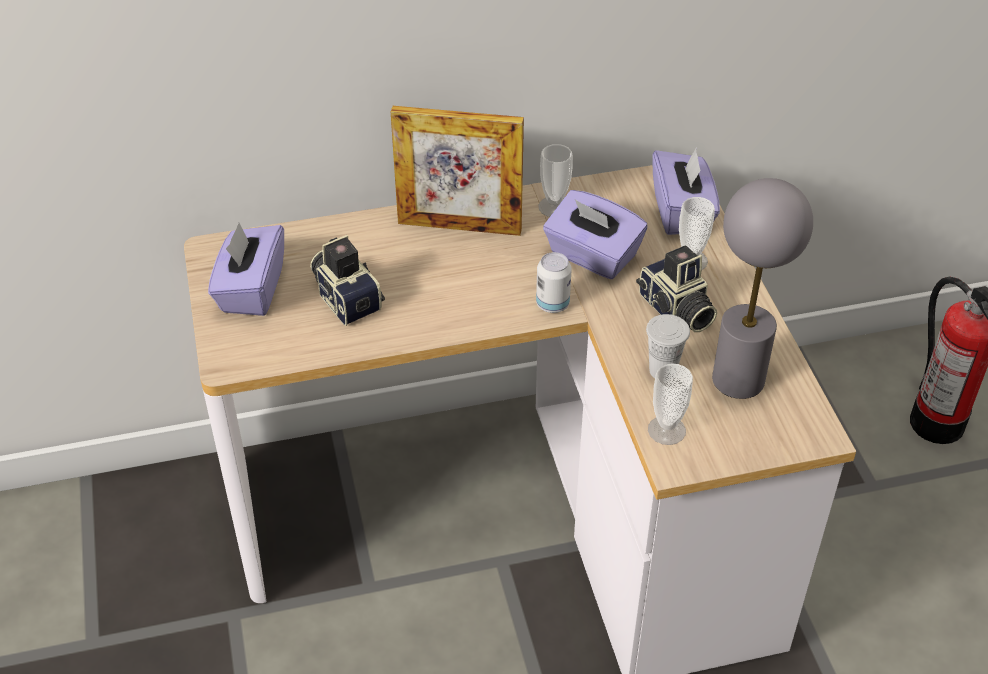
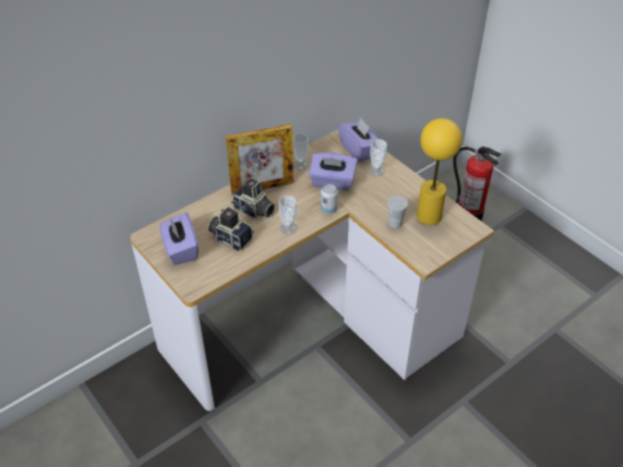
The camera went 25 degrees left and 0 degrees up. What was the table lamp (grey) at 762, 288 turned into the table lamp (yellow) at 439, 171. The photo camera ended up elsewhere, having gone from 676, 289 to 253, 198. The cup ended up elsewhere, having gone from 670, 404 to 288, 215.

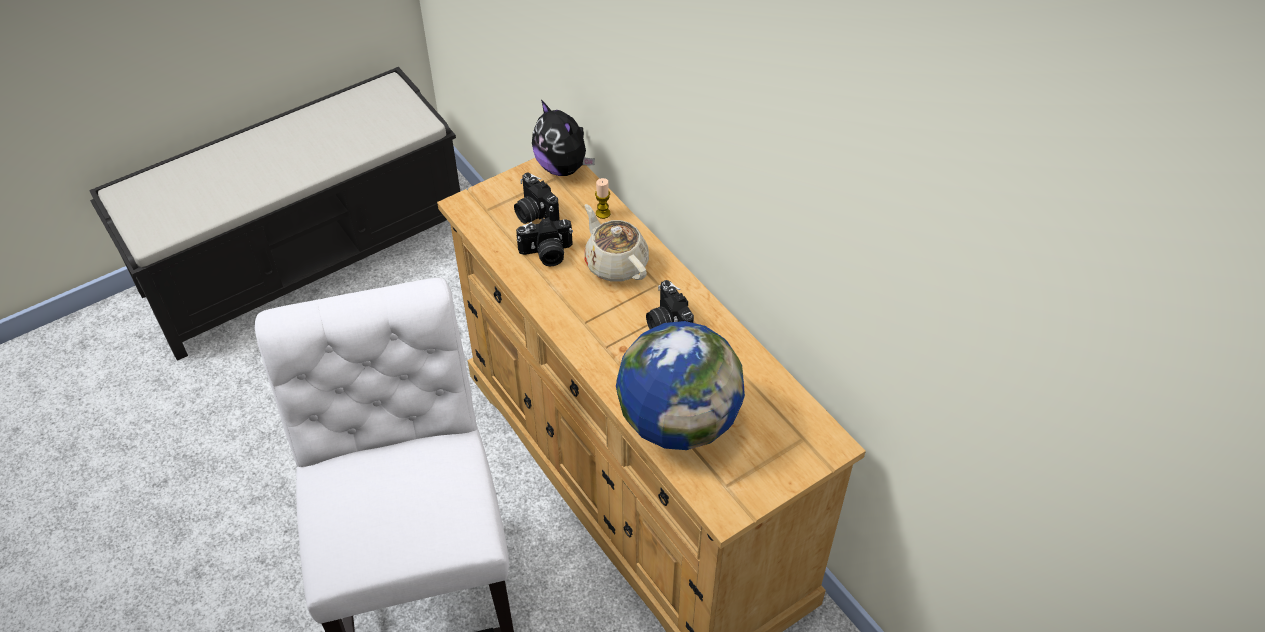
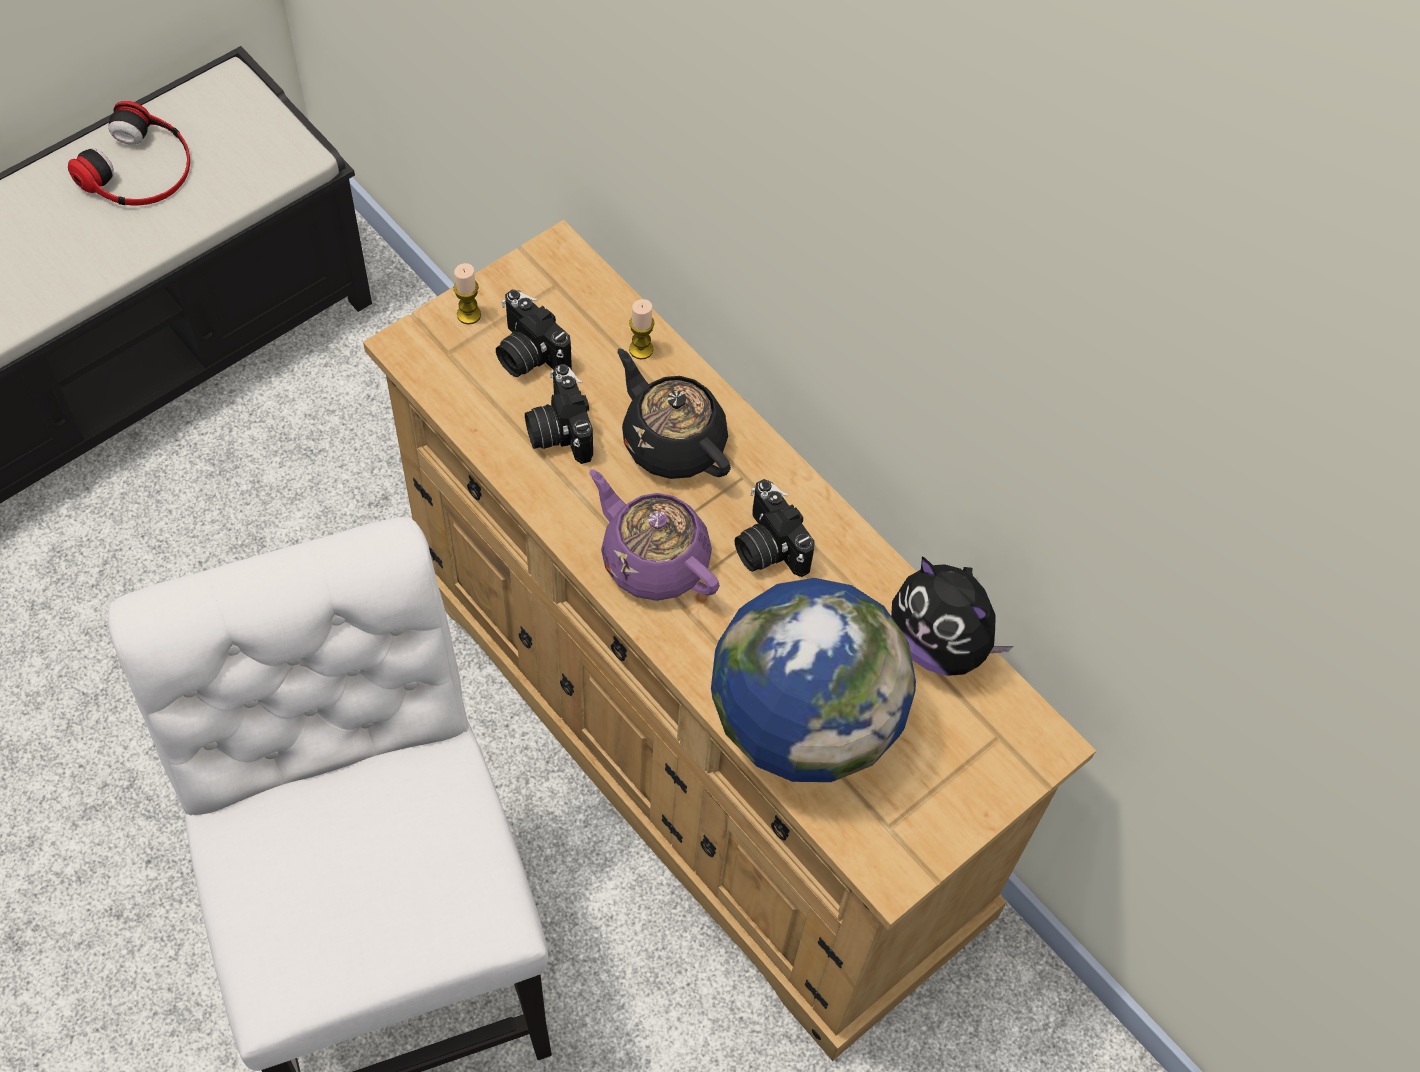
The camera went 10 degrees left and 10 degrees up. The plush toy ended up elsewhere, having gone from 563, 138 to 952, 616. What was the teapot (beige) at 616, 243 turned into the teapot (black) at 674, 414. The photo camera at 544, 241 ended up facing another way, 90 degrees clockwise from before. The second view gained the headphones at 129, 153. The second view gained the candle at 467, 293. The second view gained the teapot (purple) at 654, 535.

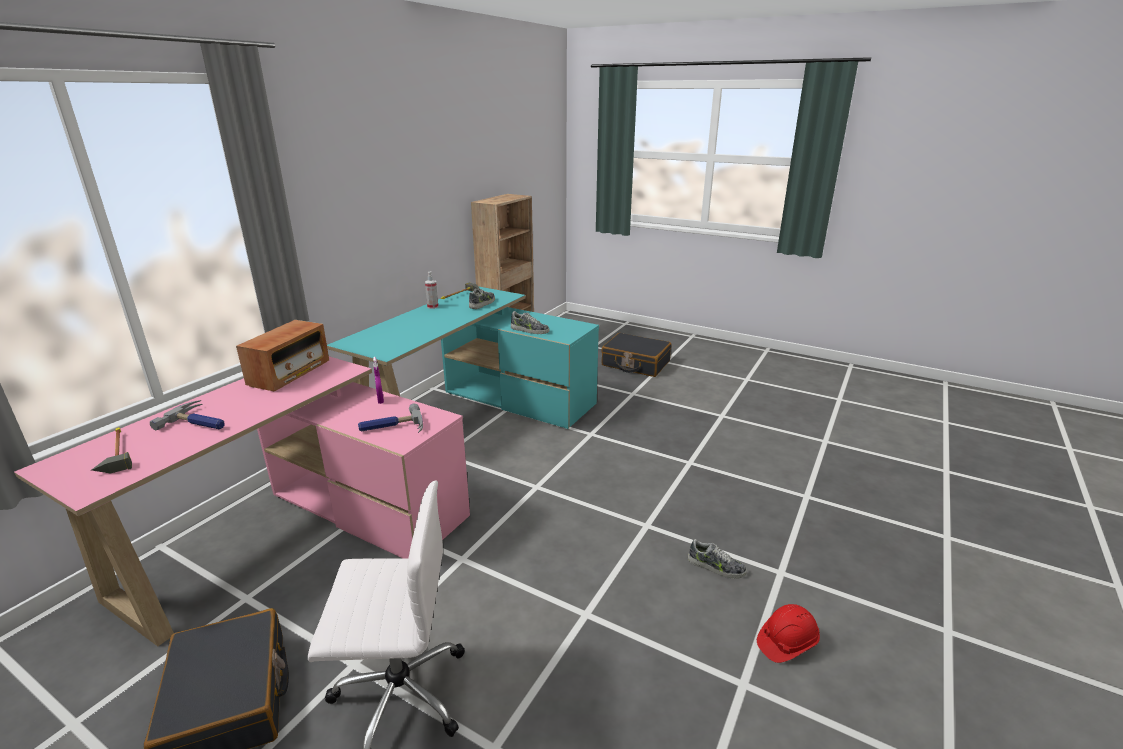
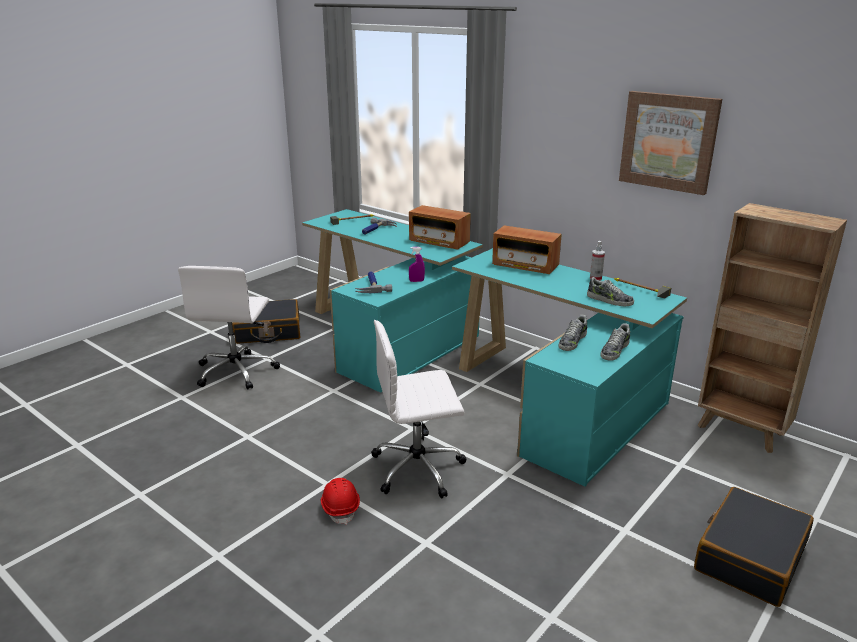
The camera went 100 degrees right and 0 degrees up. What was the desk (pink) at 242, 501 turned into the desk (turquoise) at 392, 301. The shoe ended up elsewhere, having gone from 717, 559 to 615, 342. The hard hat (red) ended up elsewhere, having gone from 788, 633 to 340, 501. The second view gained the picture at 670, 143. The second view gained the radio at 527, 249. The second view gained the office chair (white) at 418, 409.

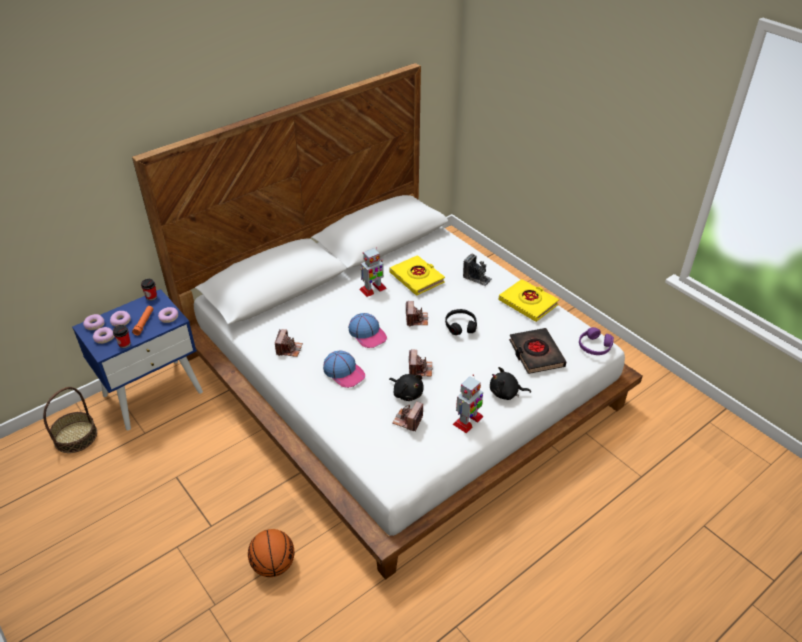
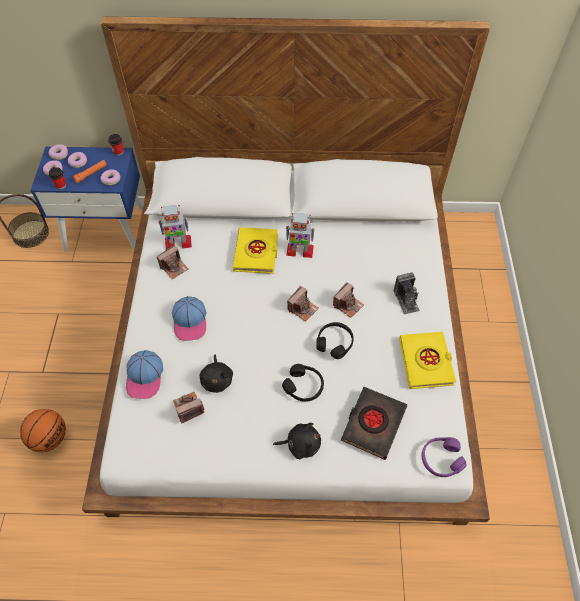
The camera went 40 degrees right and 15 degrees up. The book (yellow) ended up elsewhere, having gone from 417, 275 to 255, 250. The cap ended up elsewhere, having gone from 367, 330 to 144, 374. The photo camera ended up elsewhere, having gone from 421, 363 to 348, 300. The plush toy (black) at 510, 383 ended up facing another way, 135 degrees clockwise from before. The toy robot ended up elsewhere, having gone from 467, 403 to 175, 227. The second view gained the headphones (black) at 303, 383.

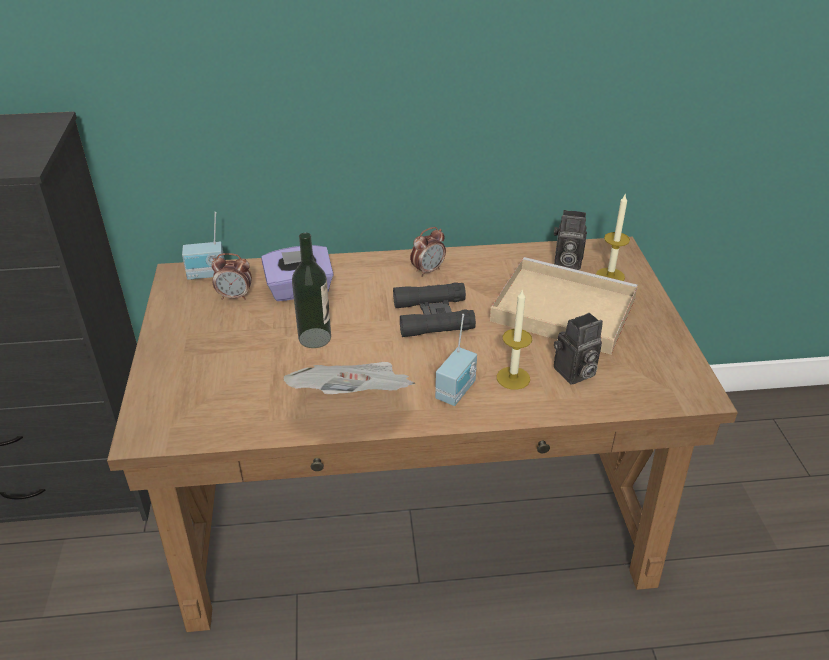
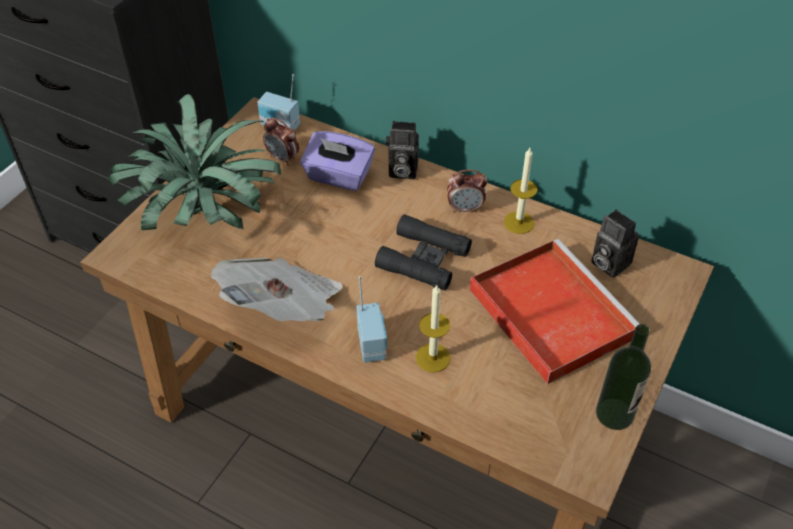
The camera went 35 degrees right and 10 degrees up. The candle ended up elsewhere, having gone from 613, 238 to 521, 191. The bottle ended up elsewhere, having gone from 311, 290 to 623, 377. What was the tray (beige) at 564, 306 turned into the tray (red) at 554, 311. The photo camera ended up elsewhere, having gone from 578, 349 to 402, 150. The radio at 456, 360 ended up facing another way, 75 degrees counterclockwise from before. The second view gained the potted plant at 194, 162.

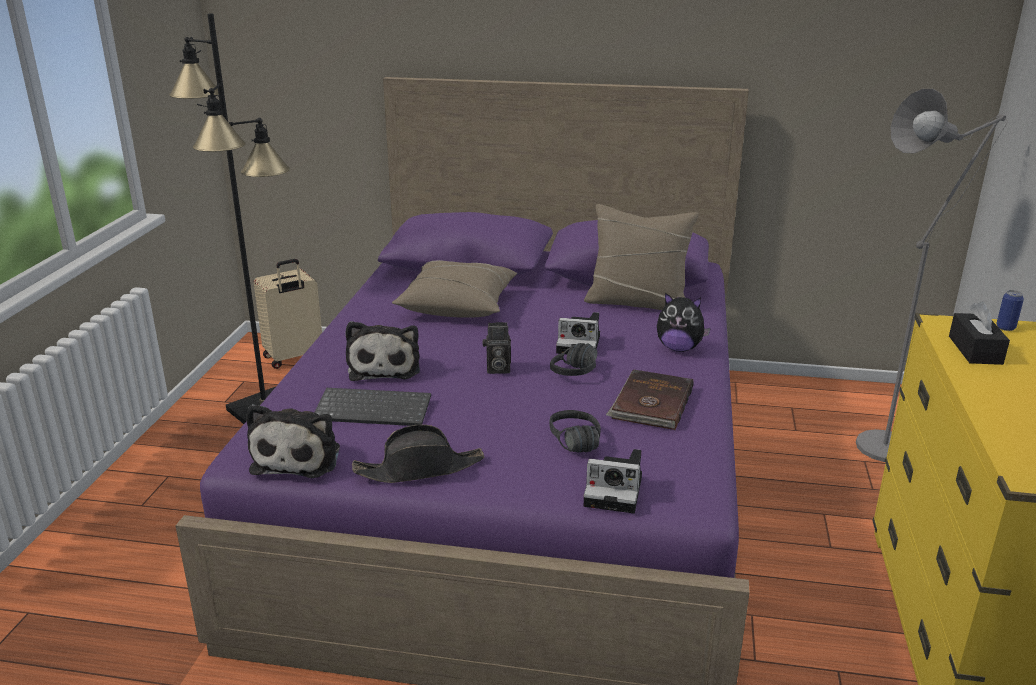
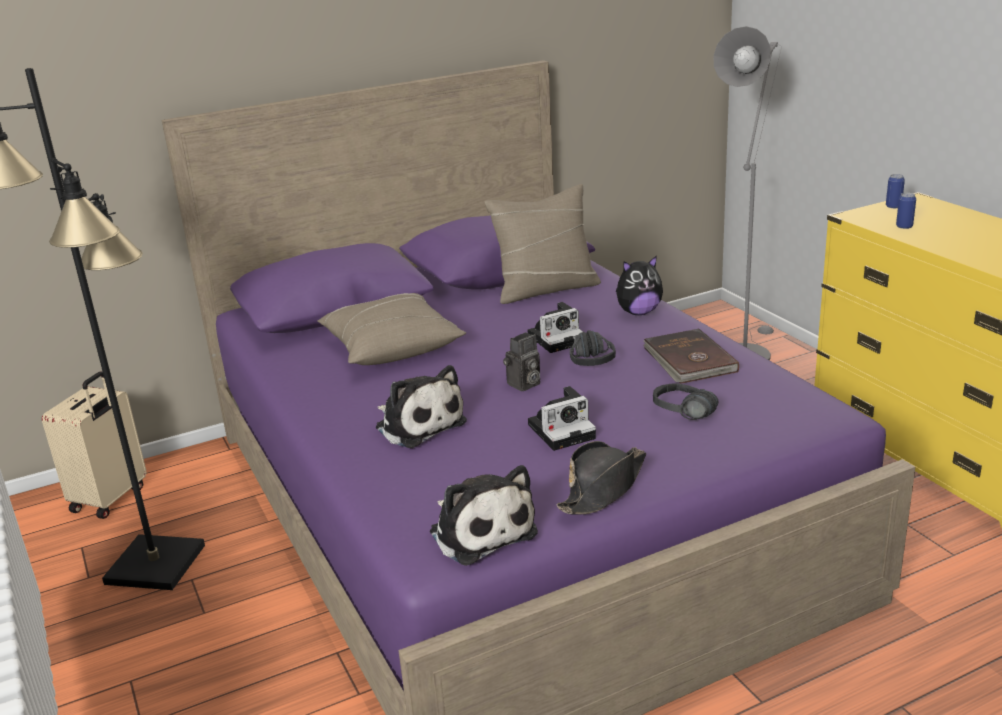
The camera went 35 degrees left and 0 degrees up. Where the tissue box (black) stood at 979, 333, the can came to stand at 906, 210. The second view lost the keyboard at 372, 407. The photo camera ended up elsewhere, having gone from 613, 481 to 562, 418.

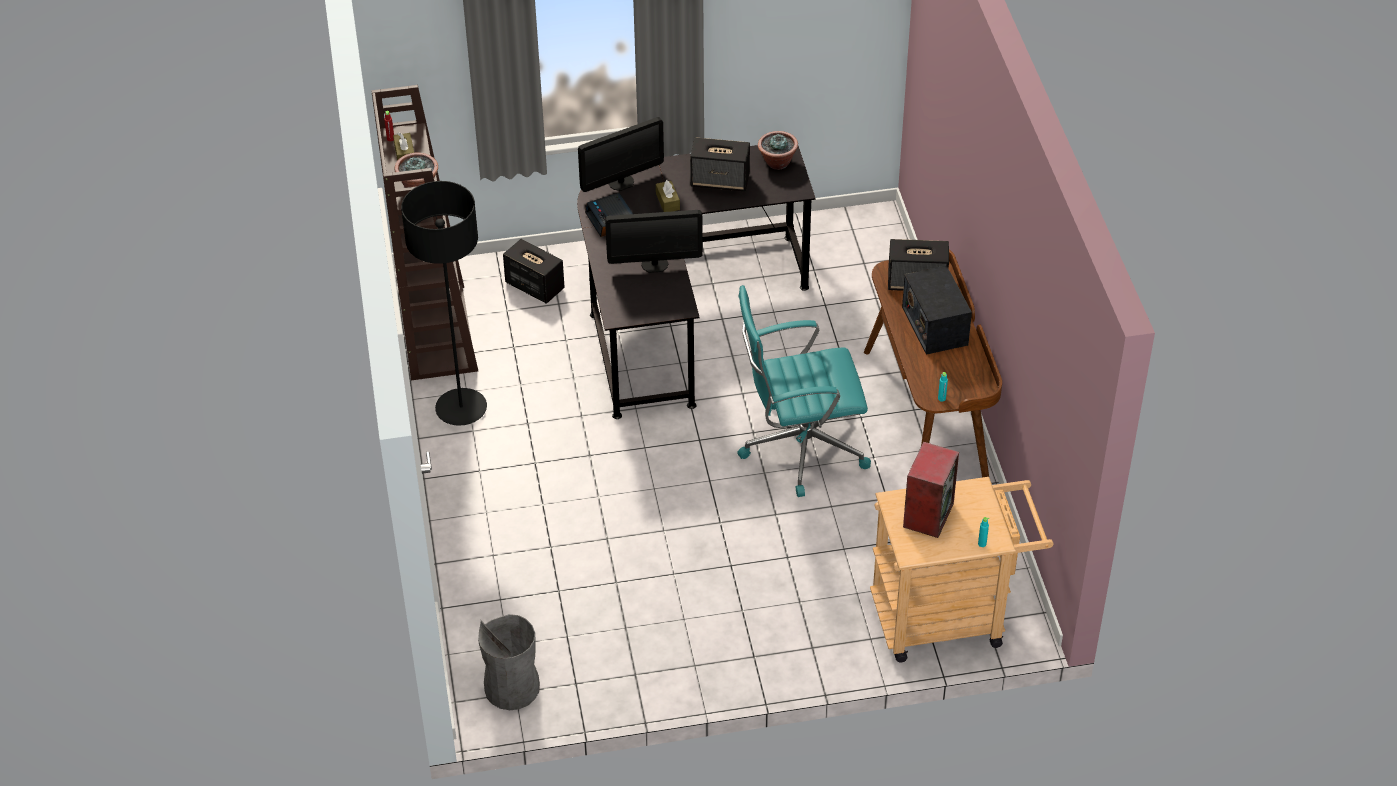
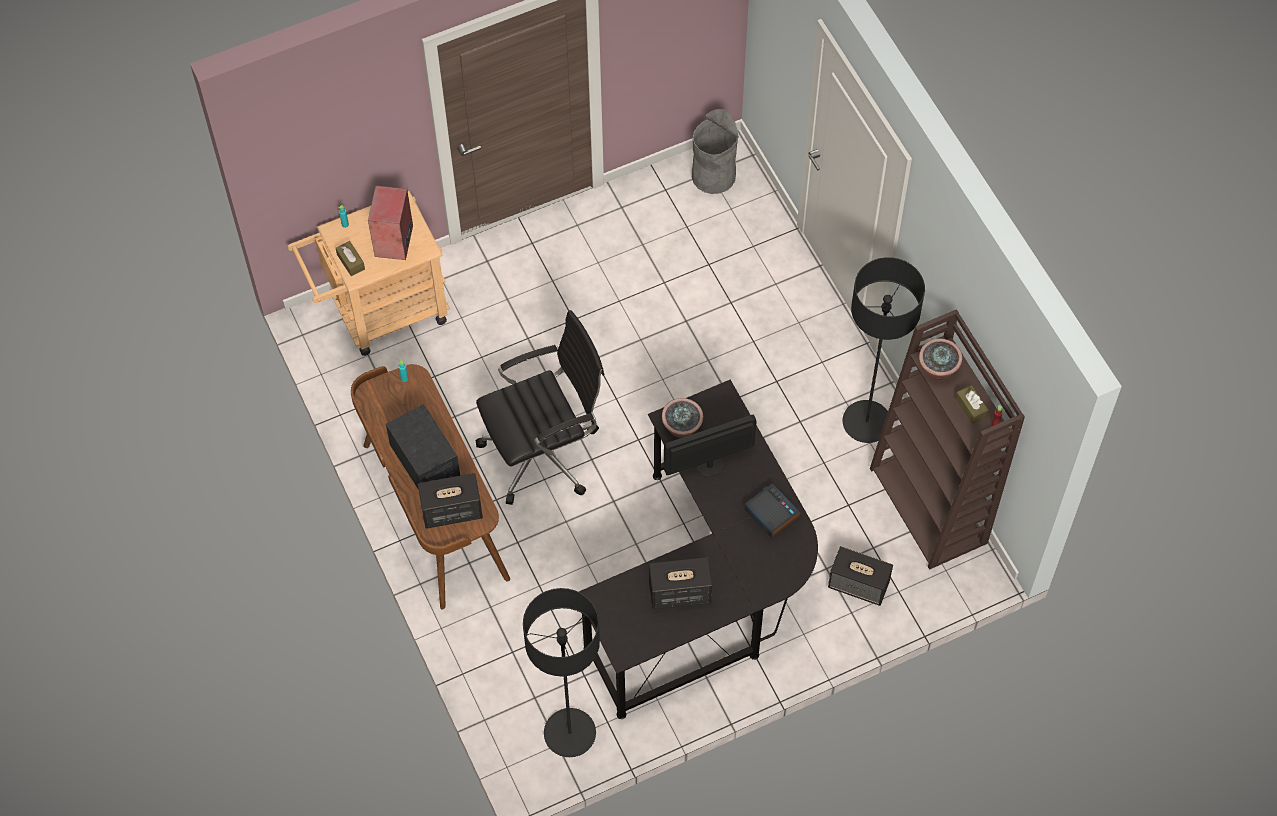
The camera went 165 degrees right and 15 degrees up. The second view lost the monitor at 621, 154. The potted plant ended up elsewhere, having gone from 778, 150 to 682, 418. The tissue box (brown) ended up elsewhere, having gone from 668, 196 to 350, 258. What was the office chair (turquoise) at 804, 391 turned into the office chair (black) at 540, 407. The second view gained the floor lamp (black) at 561, 672.

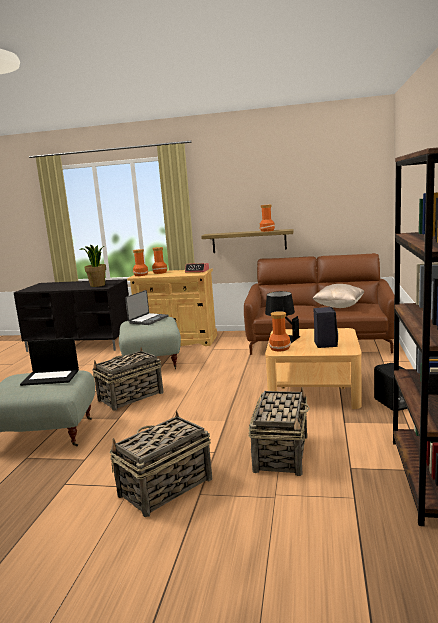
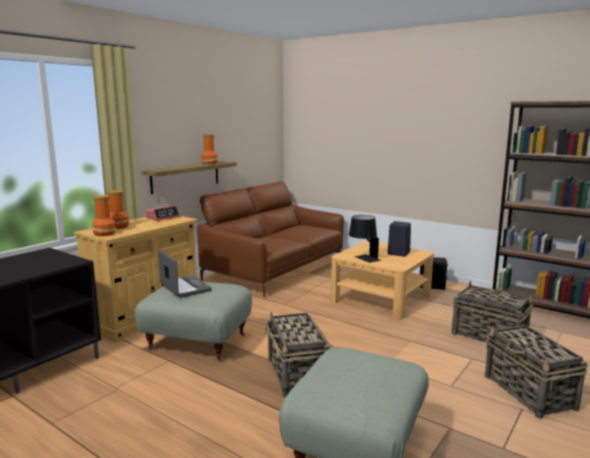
The camera went 65 degrees left and 0 degrees up. The second view lost the potted plant at 93, 265. The second view lost the pillow (beige) at 338, 296. The second view lost the vase at 279, 331. The second view lost the laptop at 49, 362.

